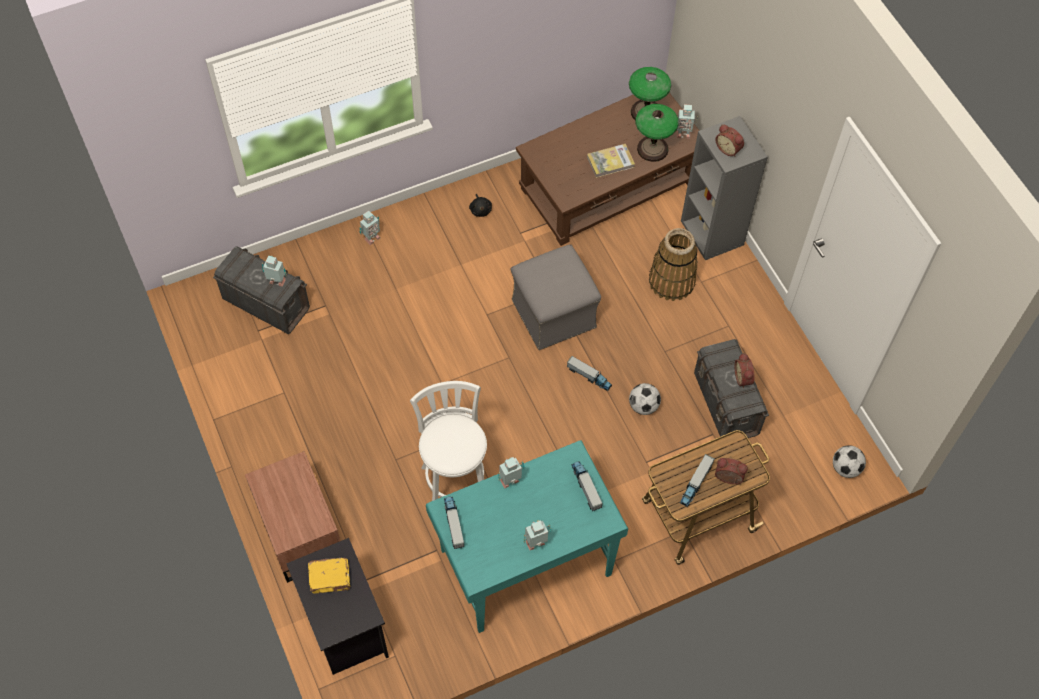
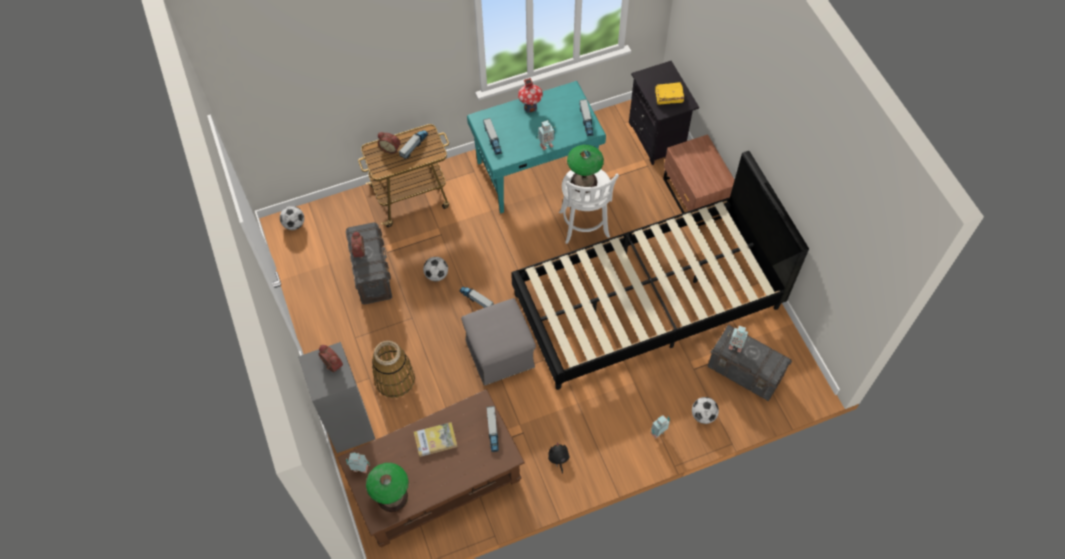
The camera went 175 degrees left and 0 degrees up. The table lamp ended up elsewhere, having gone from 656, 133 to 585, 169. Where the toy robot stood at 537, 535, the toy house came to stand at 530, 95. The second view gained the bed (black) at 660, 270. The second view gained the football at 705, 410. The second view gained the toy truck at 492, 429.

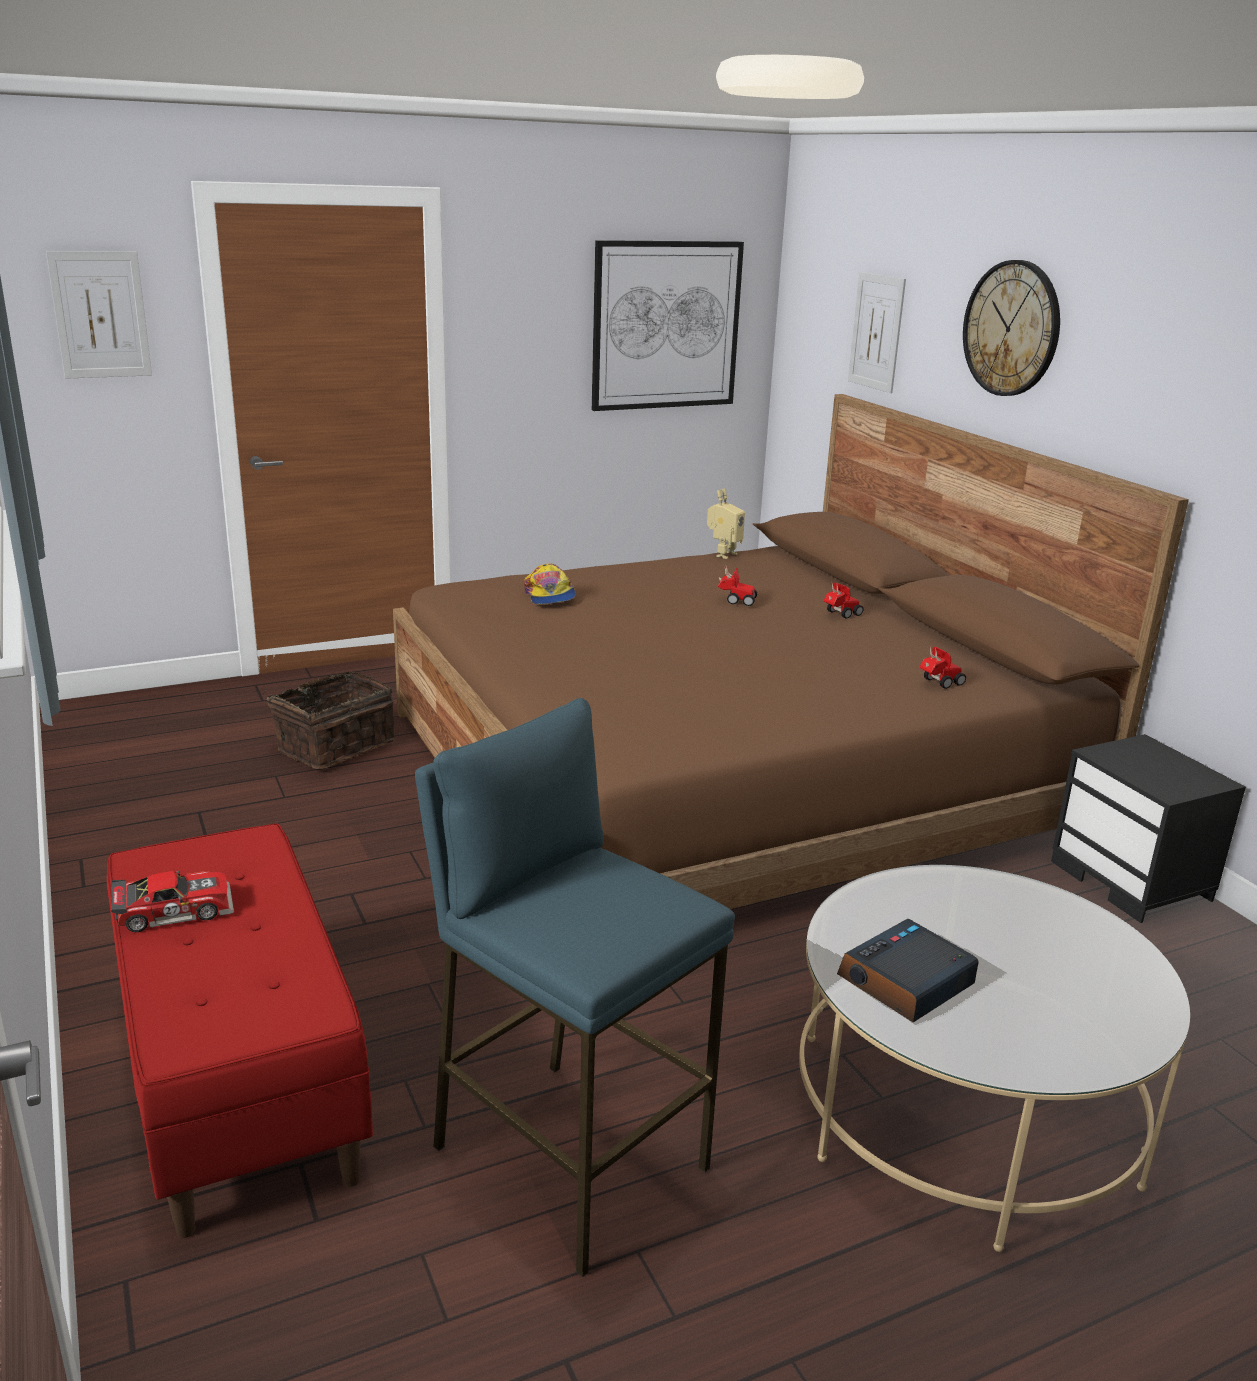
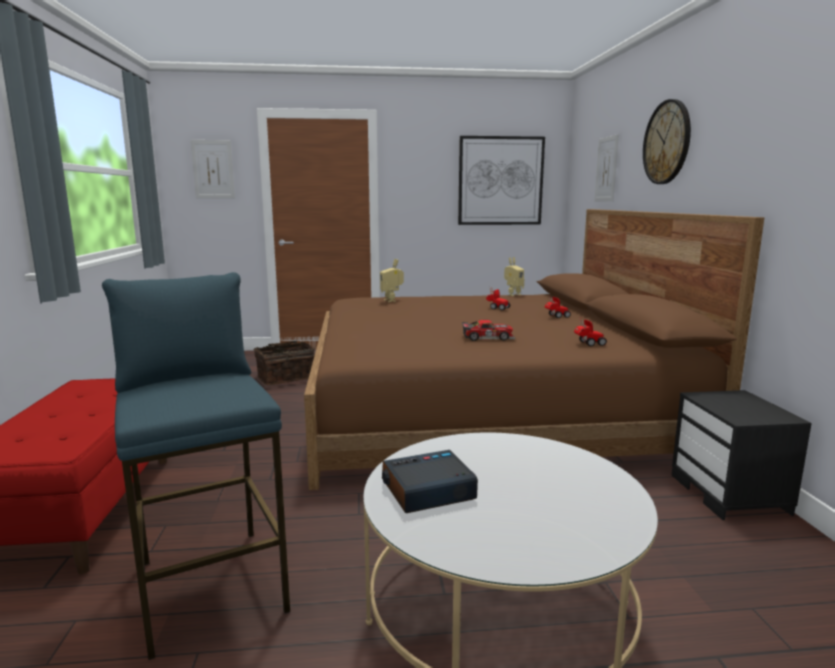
The camera went 20 degrees right and 10 degrees down. Where the cap stood at 549, 583, the toy robot came to stand at 392, 280. The toy car ended up elsewhere, having gone from 172, 901 to 488, 330.

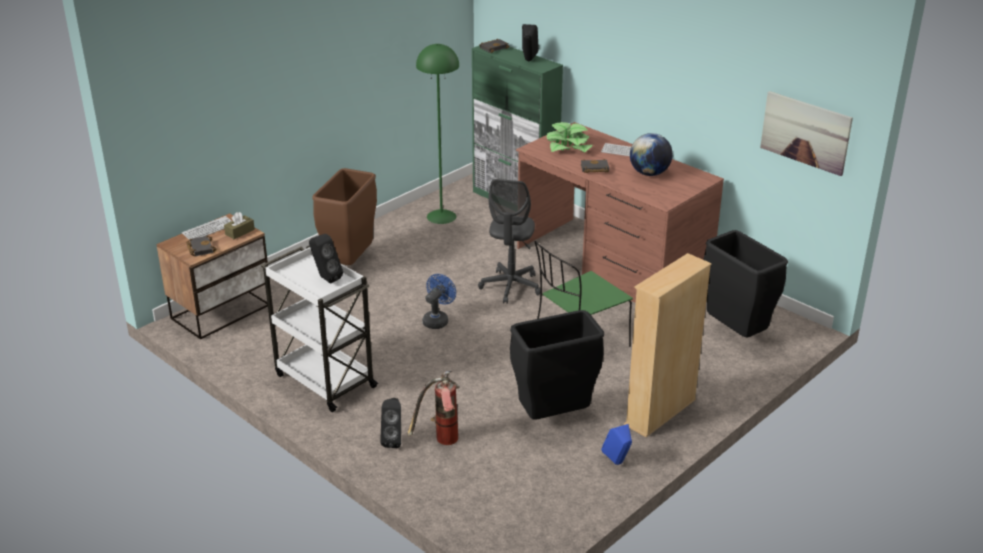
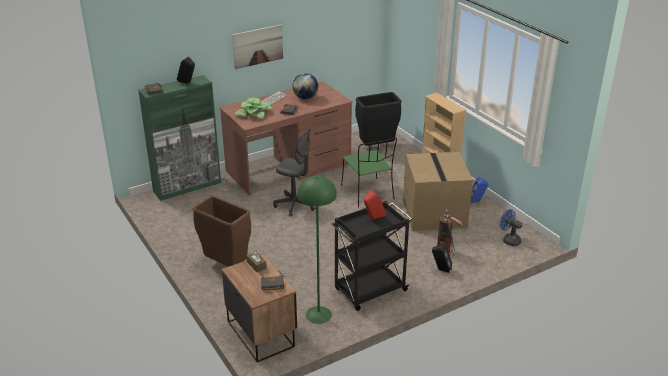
The camera went 75 degrees left and 0 degrees up. The floor lamp (green) ended up elsewhere, having gone from 437, 134 to 317, 249. The picture ended up elsewhere, having gone from 806, 133 to 257, 47. The second view lost the keyboard at 206, 228. What was the speaker (black) at 326, 259 turned into the speaker (red) at 375, 205. What was the cart (white) at 319, 328 turned into the cart (black) at 371, 256. The fan (blue) ended up elsewhere, having gone from 439, 301 to 510, 227. Where the trash can (black) stood at 557, 365, the cardboard box came to stand at 438, 191.

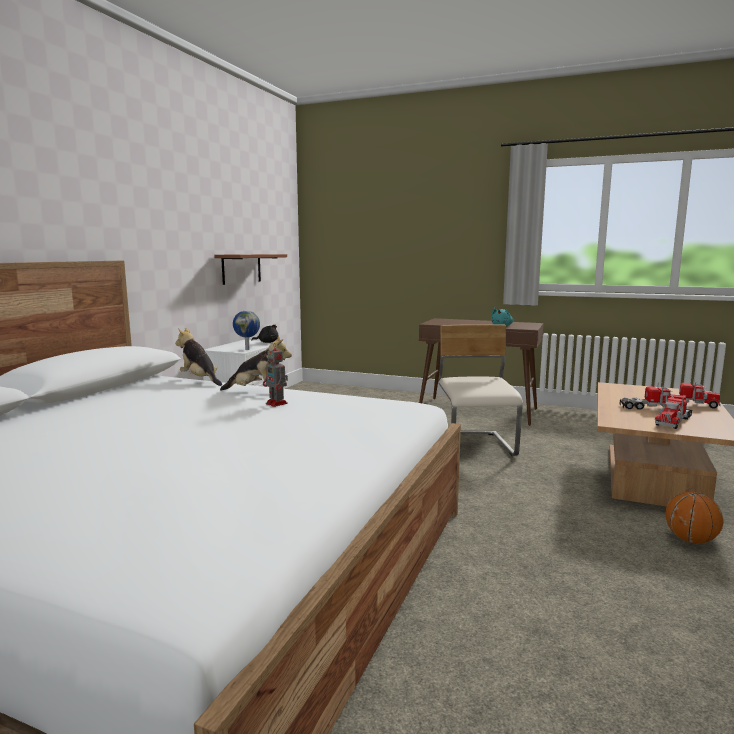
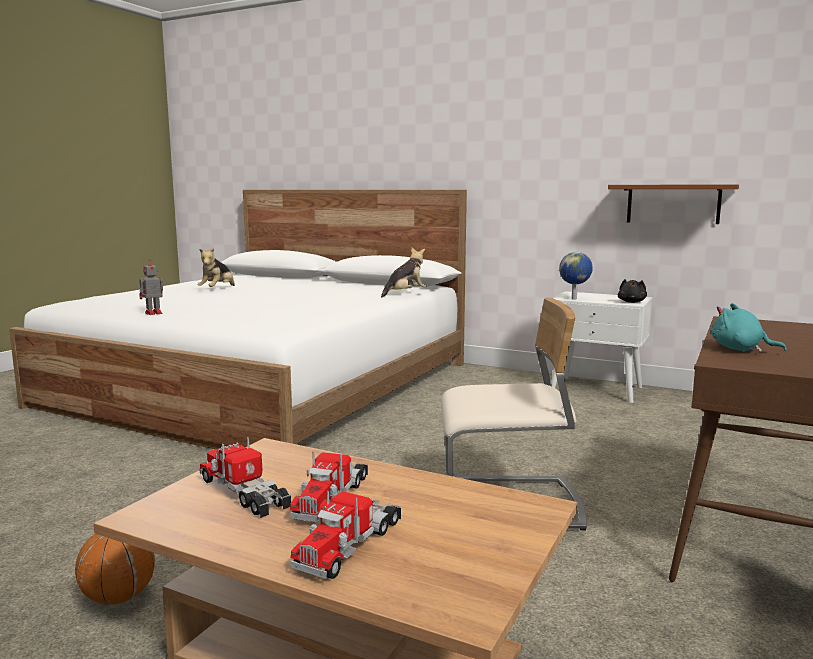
The camera went 95 degrees right and 0 degrees up. The plush toy ended up elsewhere, having gone from 256, 363 to 216, 267. The toy robot ended up elsewhere, having gone from 275, 375 to 151, 287.

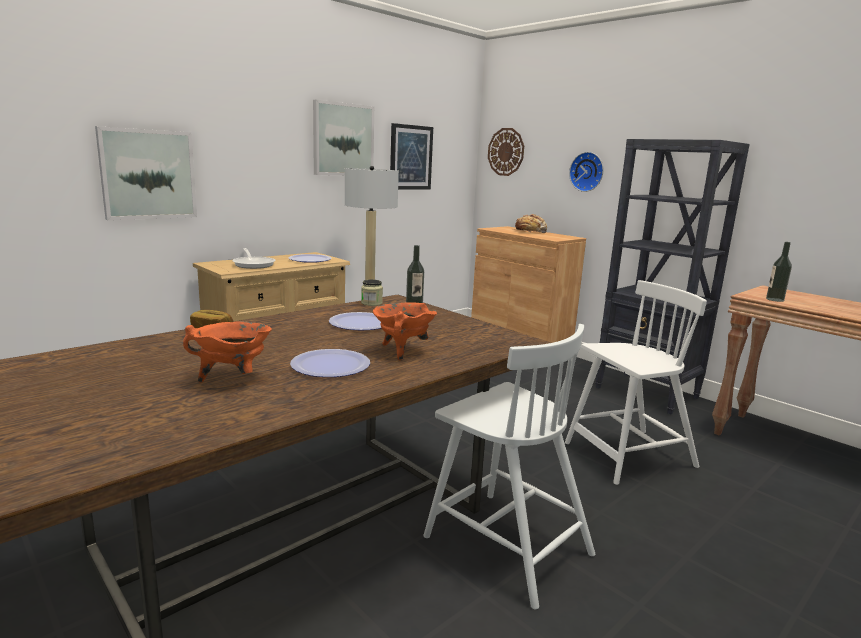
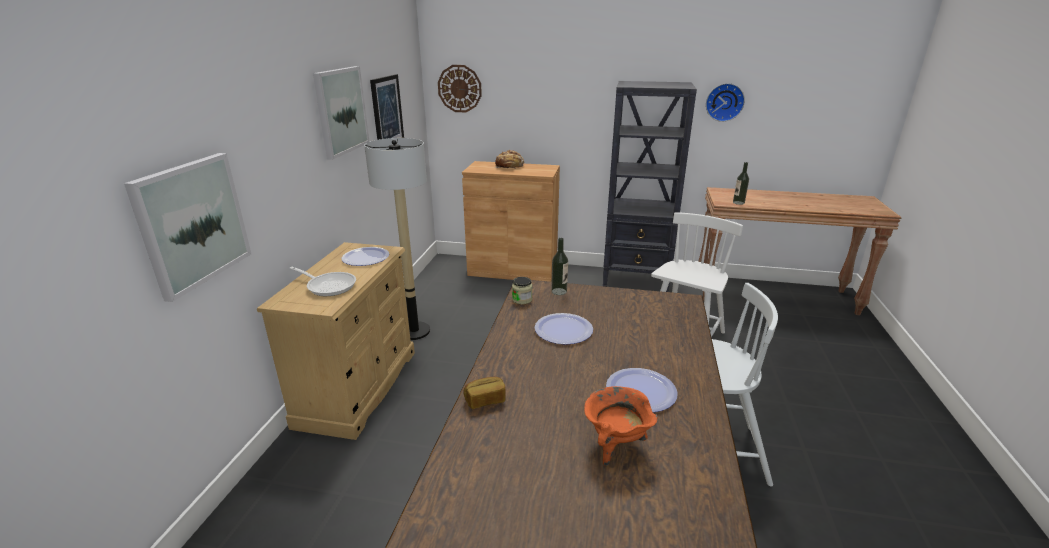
The camera went 35 degrees left and 10 degrees up. The wall clock ended up elsewhere, having gone from 586, 172 to 725, 102. The second view lost the cooking pot (orange) at 405, 331.

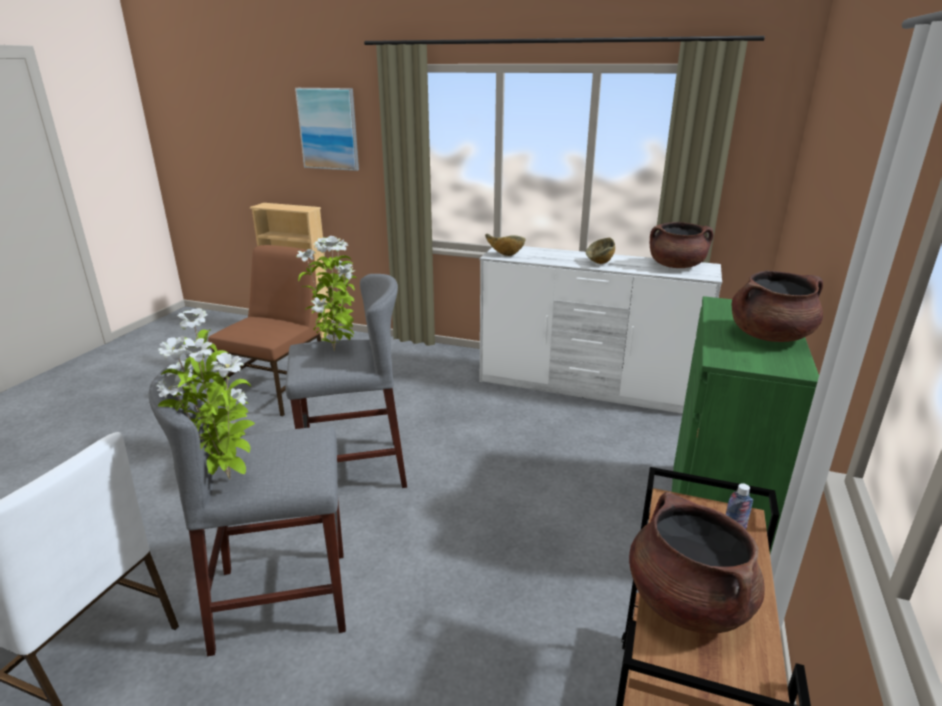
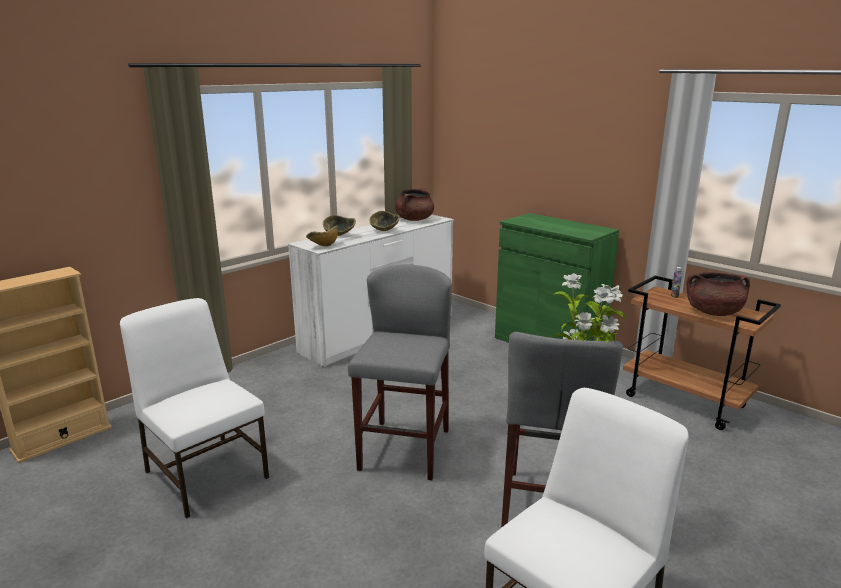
The camera went 65 degrees left and 5 degrees down. The second view lost the picture at 327, 129. The second view lost the potted plant at 326, 293. What was the chair (brown) at 264, 330 turned into the chair (white) at 194, 408. The second view lost the cooking pot (brown) at 777, 306. The second view gained the bowl at 339, 225.

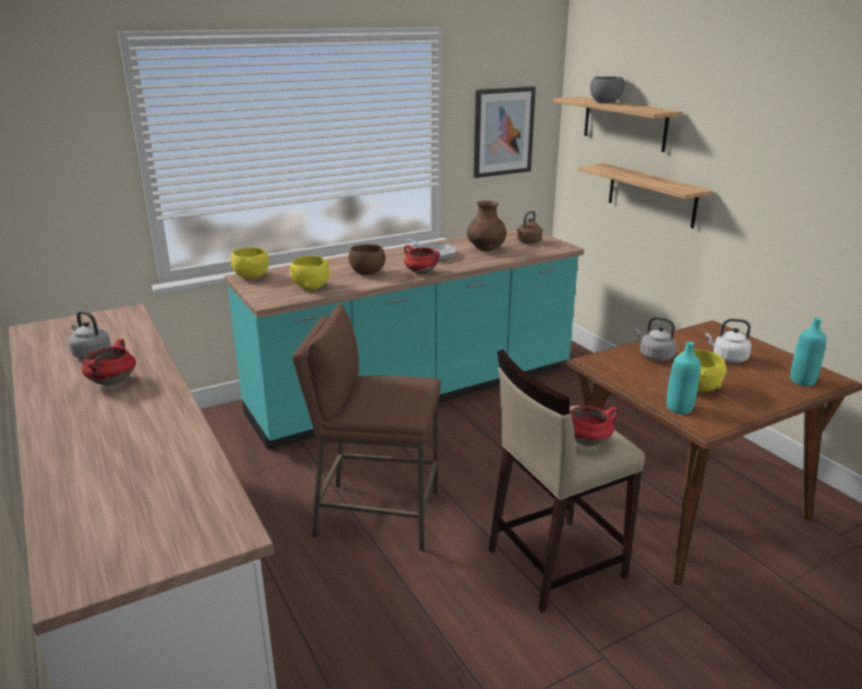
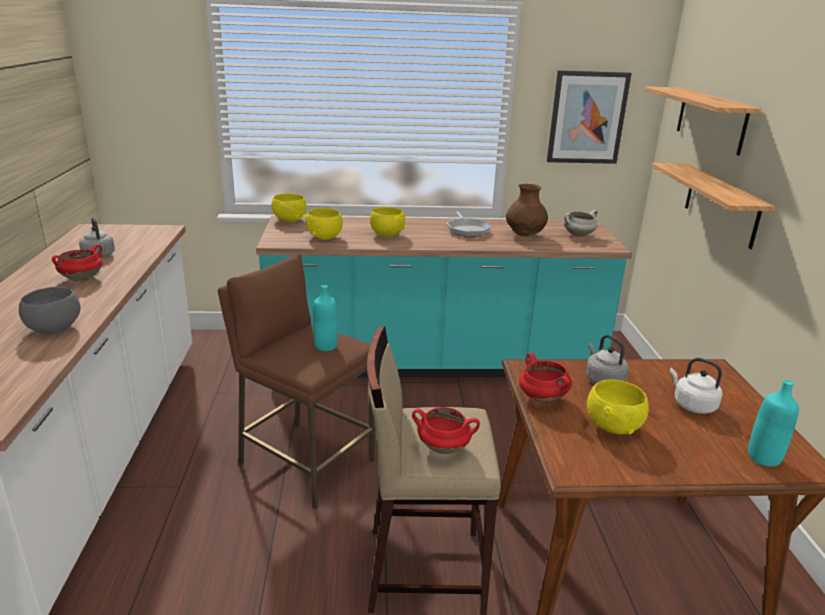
The camera went 25 degrees right and 0 degrees up. The bowl (grey) ended up elsewhere, having gone from 607, 89 to 50, 310. Where the kettle (brown) stood at 529, 227, the cooking pot (white) came to stand at 580, 223. What was the bowl (brown) at 367, 259 turned into the bowl (yellow) at 388, 222. The cooking pot (red) ended up elsewhere, having gone from 422, 260 to 545, 378. The bottle (turquoise) ended up elsewhere, having gone from 684, 377 to 325, 318.

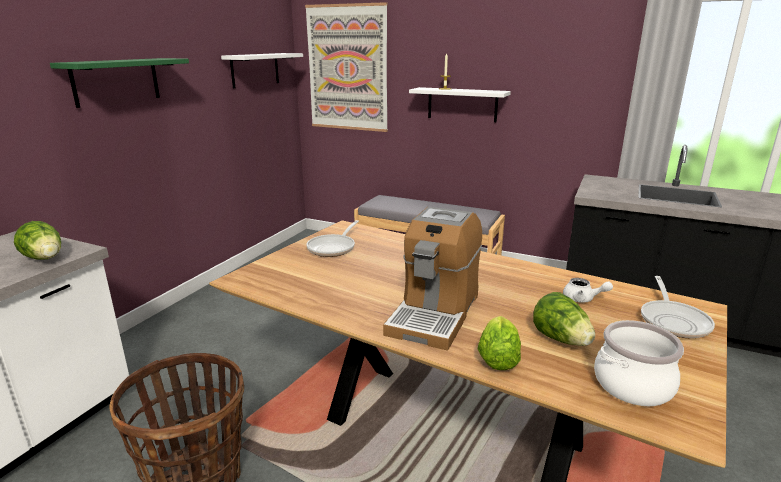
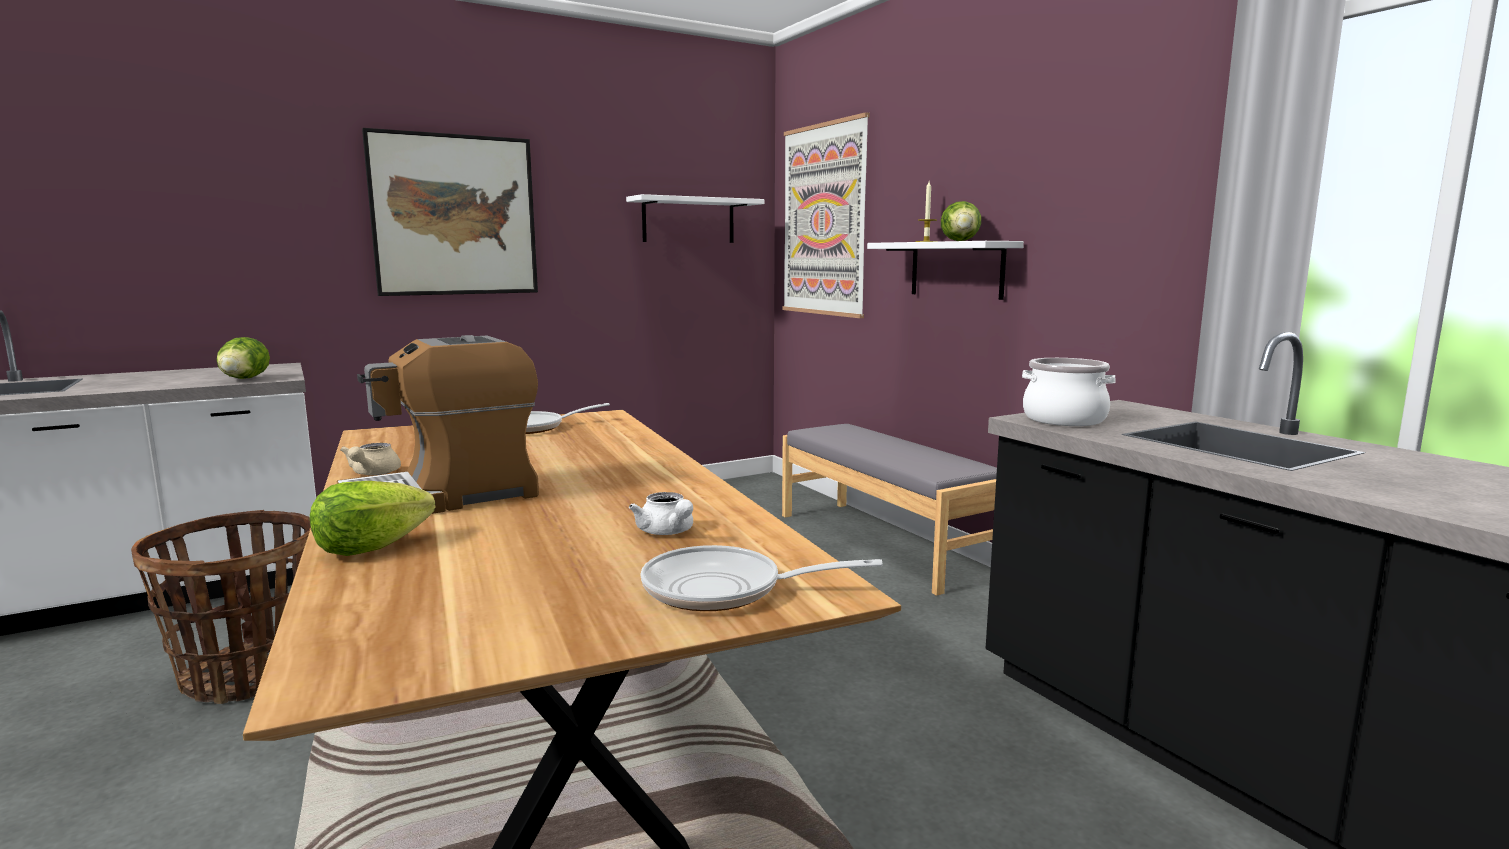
The camera went 35 degrees right and 10 degrees down. Where the shelf (green) hung at 119, 83, the picture came to hang at 450, 212. The frying pan at 678, 307 ended up facing another way, 45 degrees clockwise from before. The lettuce ended up elsewhere, having gone from 564, 319 to 961, 221. The cooking pot ended up elsewhere, having gone from 639, 363 to 1068, 392. The second view gained the teapot (beige) at 370, 459.

